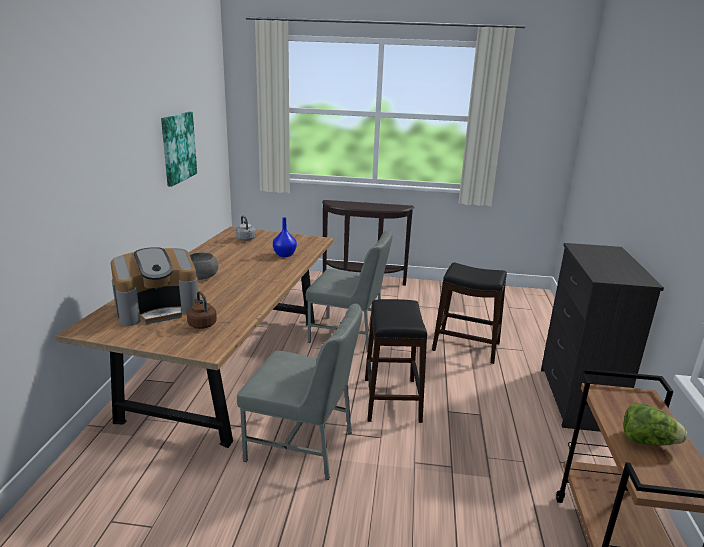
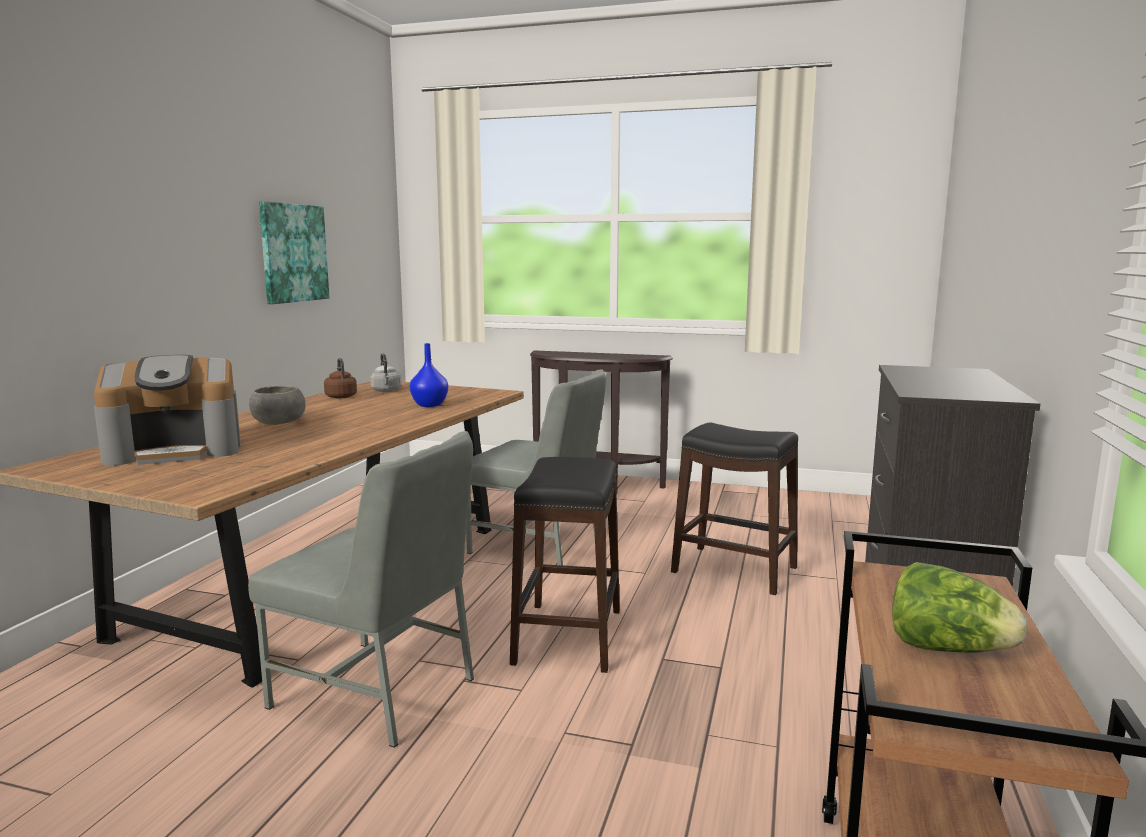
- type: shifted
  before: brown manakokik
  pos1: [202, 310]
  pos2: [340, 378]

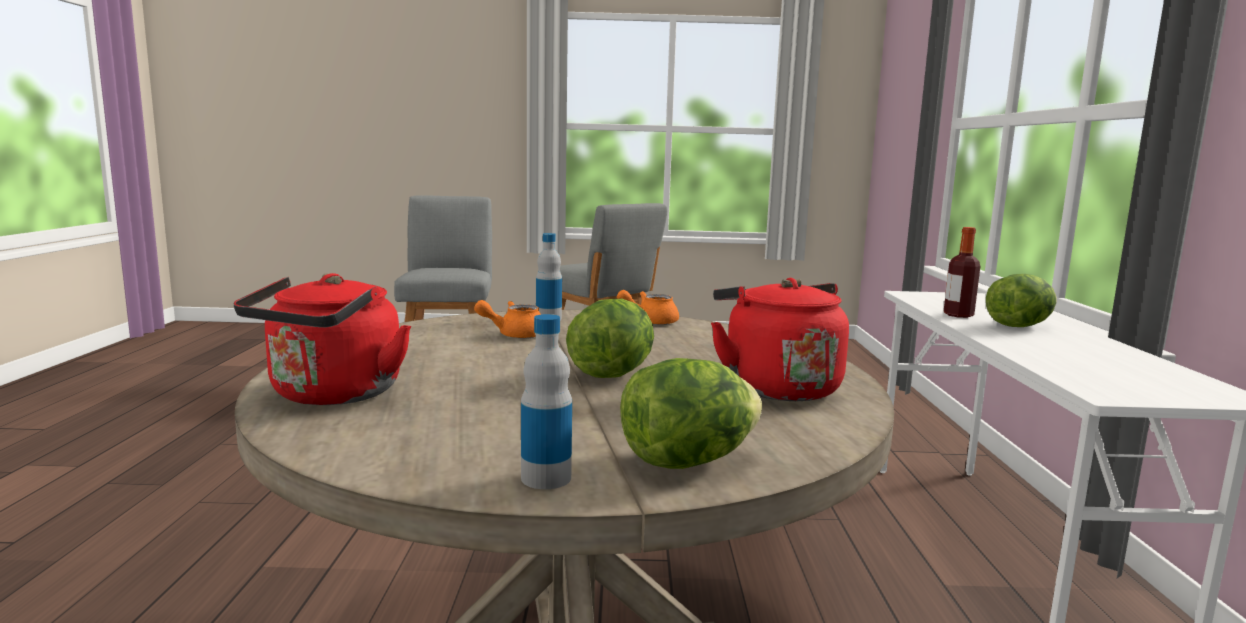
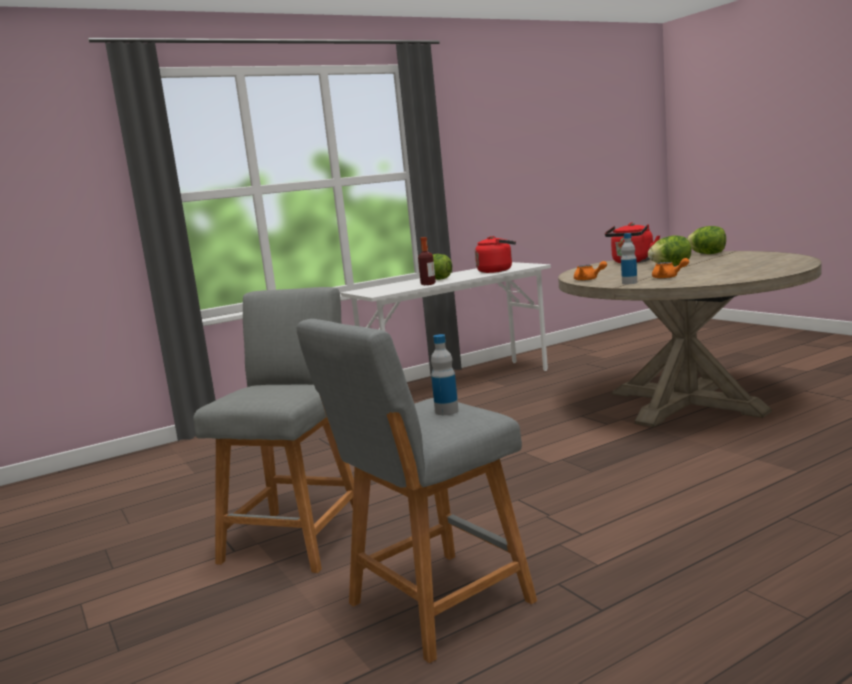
- type: shifted
  before: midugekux
  pos1: [546, 401]
  pos2: [445, 374]
- type: shifted
  before: red manakokik
  pos1: [322, 339]
  pos2: [495, 254]

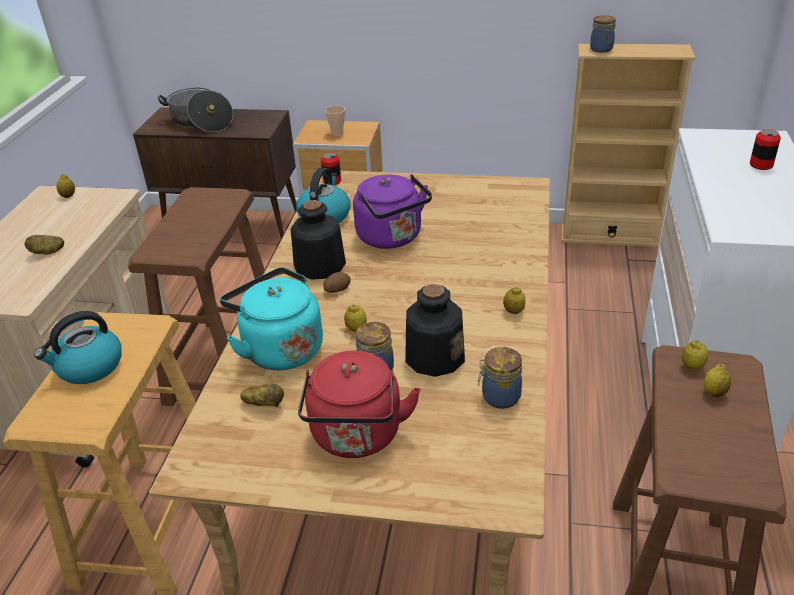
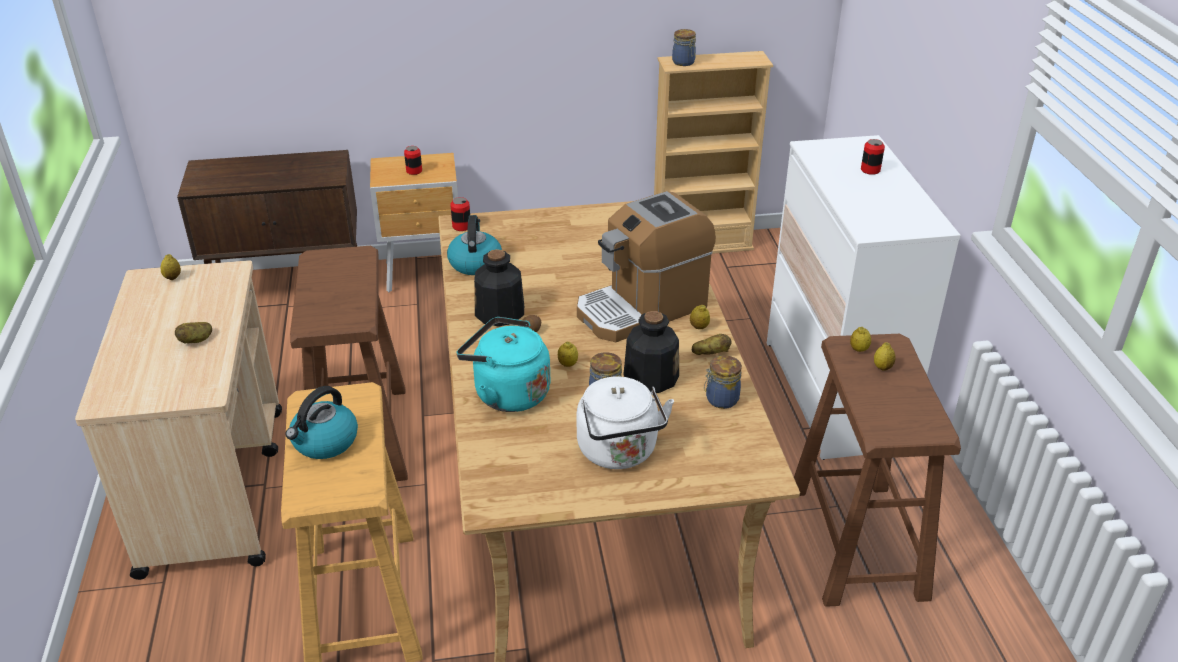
- type: swapped
  before: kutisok
  after: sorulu
  pos1: [335, 121]
  pos2: [413, 160]
- type: new
  after: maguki
  pos2: [646, 266]
- type: repainted
  before: red manakokik
  after: white manakokik
  pos1: [359, 404]
  pos2: [625, 422]
- type: shifted
  before: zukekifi
  pos1: [262, 395]
  pos2: [712, 344]
- type: gone
  before: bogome
  pos1: [195, 110]
- type: gone
  before: purple manakokik
  pos1: [392, 211]

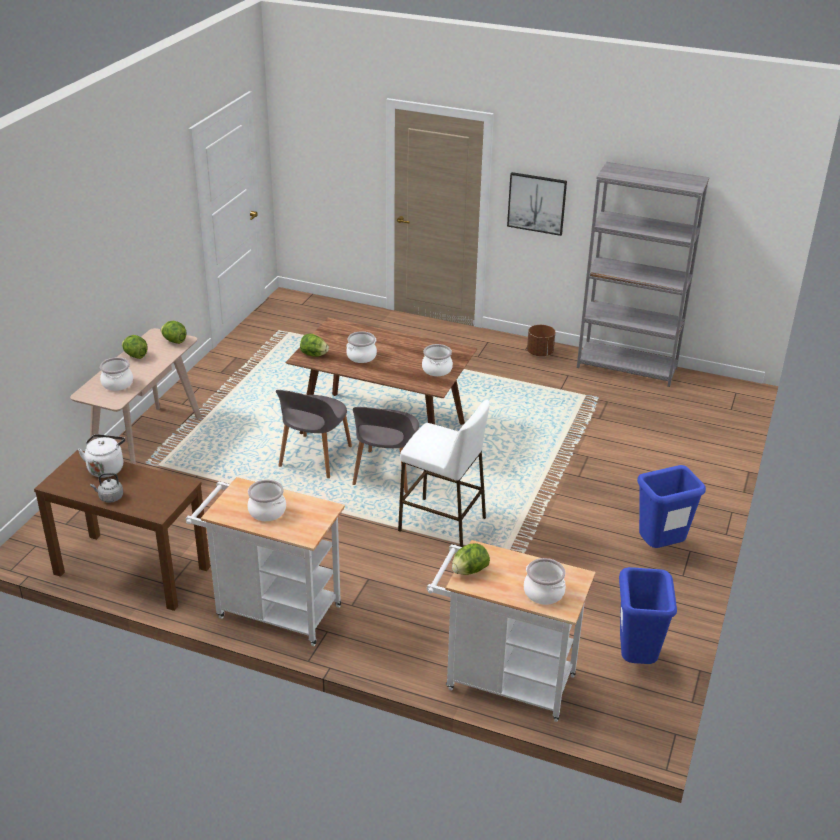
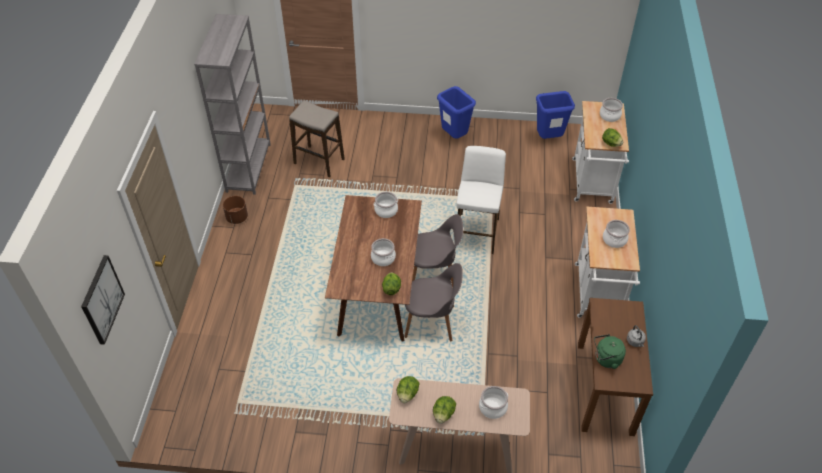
- type: shifted
  before: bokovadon
  pos1: [537, 204]
  pos2: [103, 300]
- type: new
  after: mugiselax
  pos2: [317, 139]
- type: repainted
  before: white manakokik
  after: green manakokik
  pos1: [101, 456]
  pos2: [610, 351]

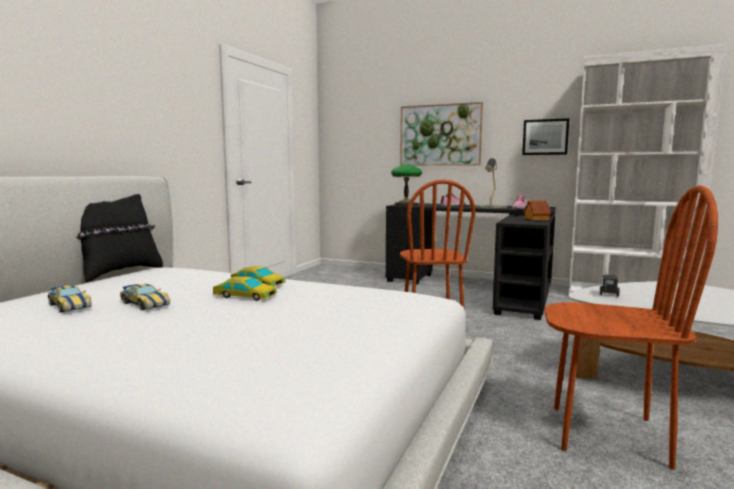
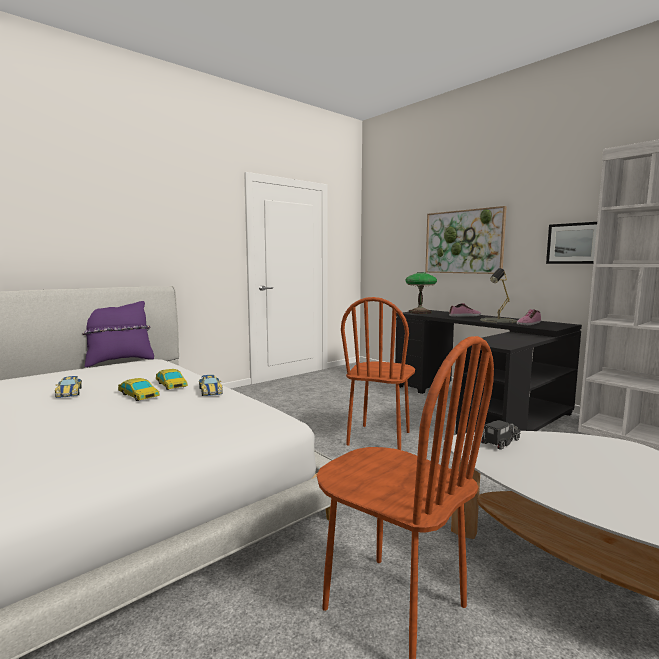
- type: repainted
  before: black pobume
  after: purple pobume
  pos1: [119, 238]
  pos2: [118, 334]
- type: shifted
  before: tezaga
  pos1: [70, 299]
  pos2: [211, 385]
- type: gone
  before: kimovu
  pos1: [537, 210]

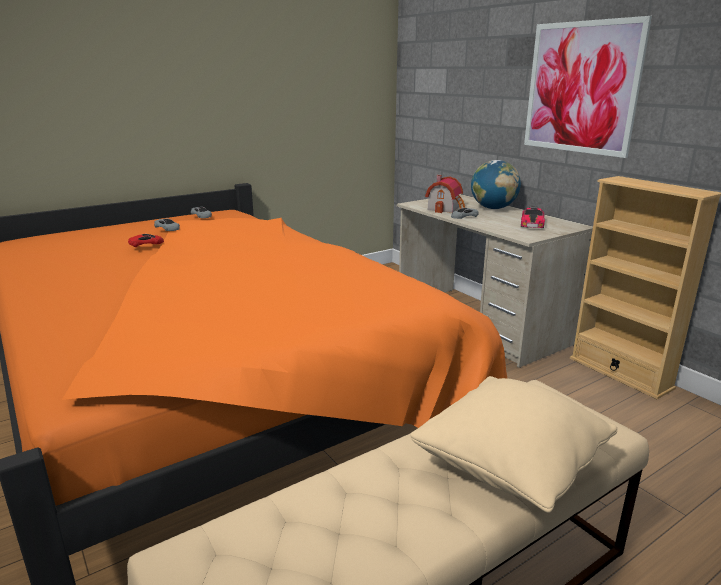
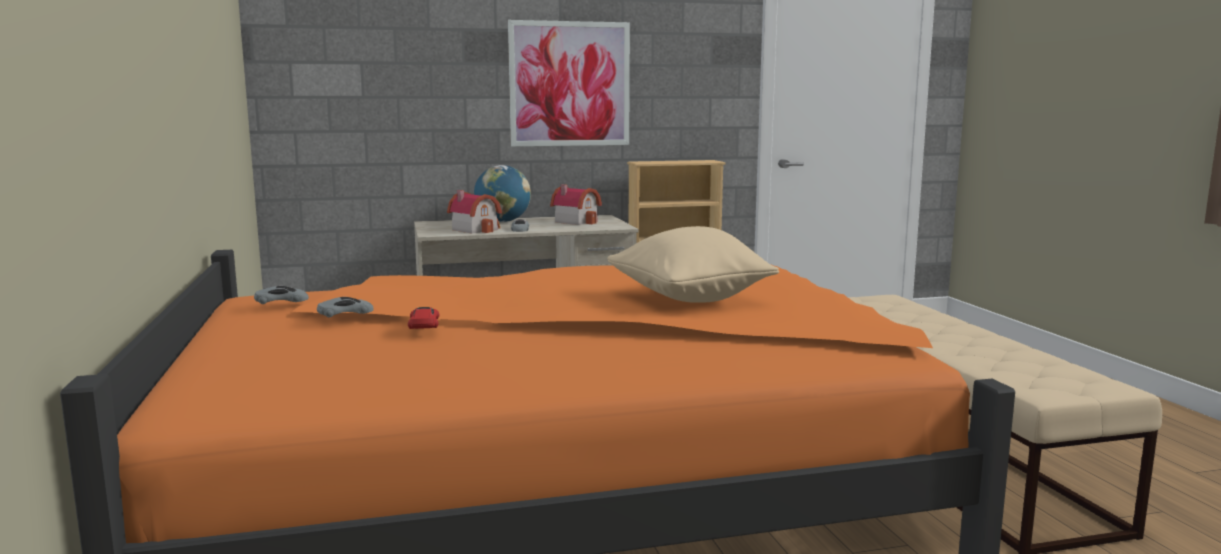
- type: swapped
  before: tezaga
  after: kimovu
  pos1: [533, 217]
  pos2: [576, 204]
- type: shifted
  before: beige pobume
  pos1: [513, 444]
  pos2: [693, 264]

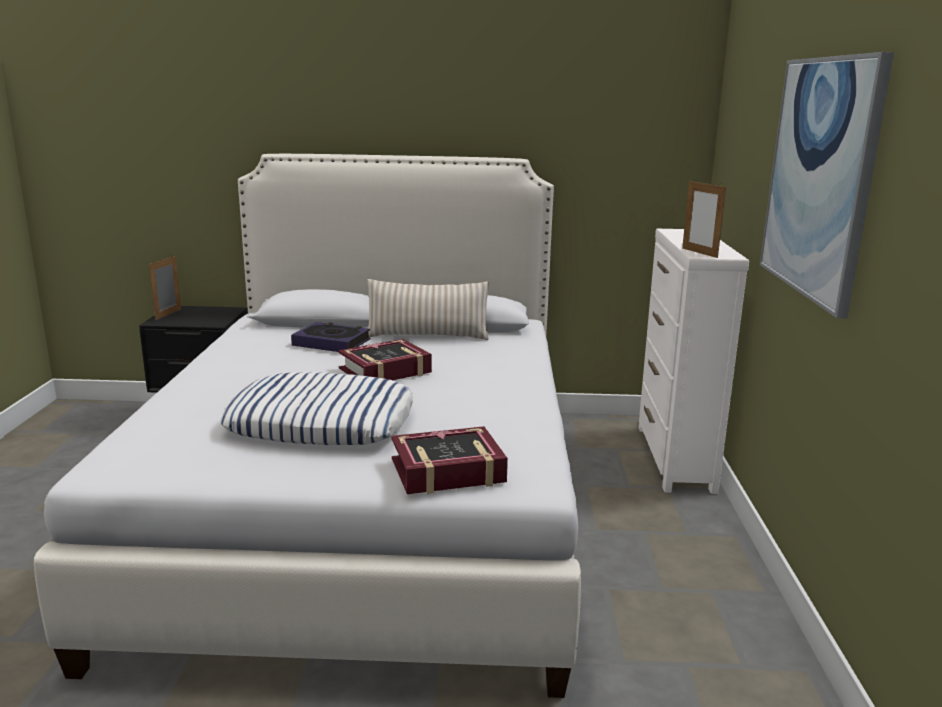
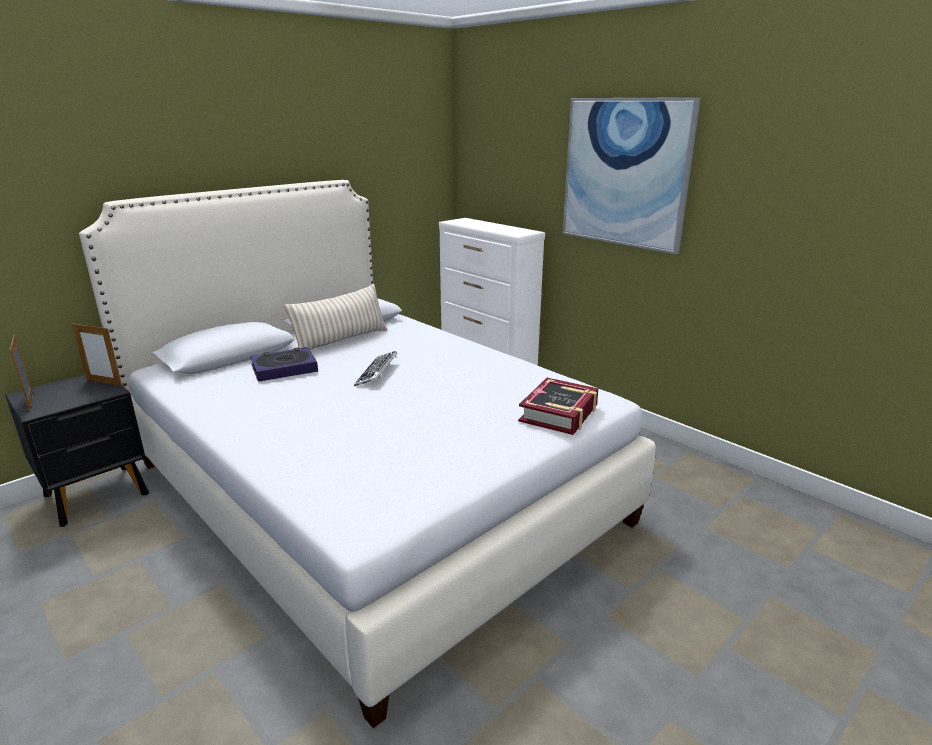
- type: shifted
  before: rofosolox
  pos1: [704, 218]
  pos2: [97, 354]
- type: swapped
  before: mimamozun
  after: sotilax
  pos1: [385, 359]
  pos2: [375, 368]
- type: gone
  before: pobume
  pos1: [316, 408]

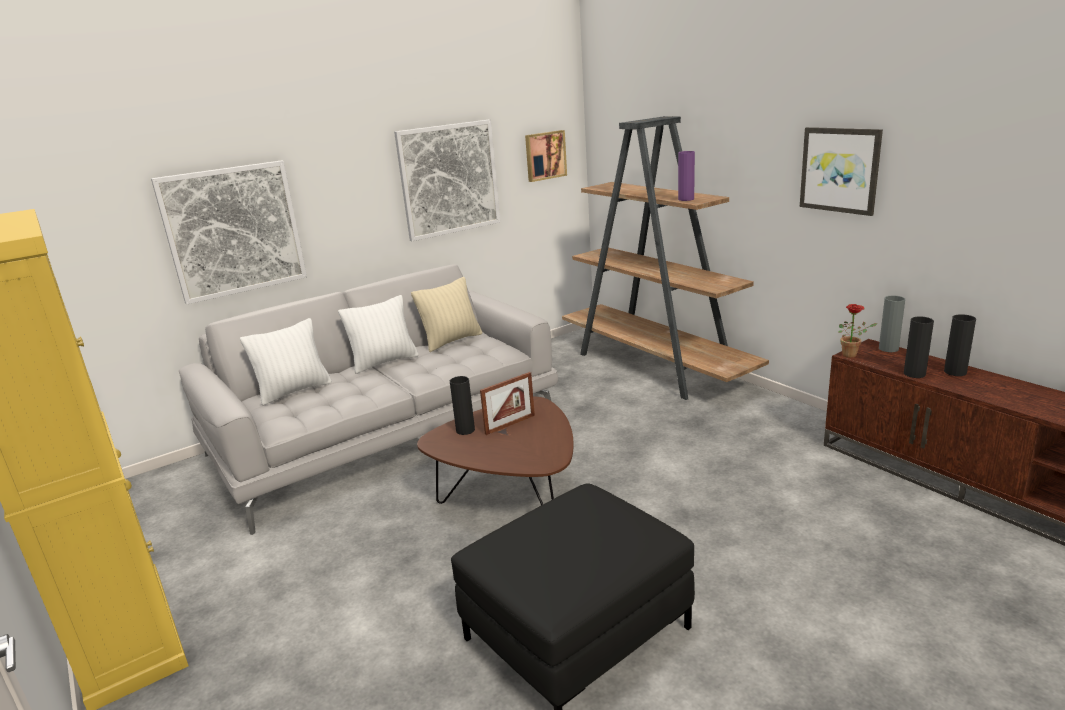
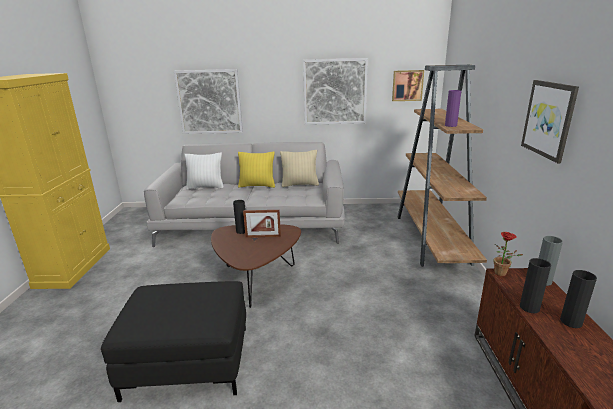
- type: repainted
  before: white pobume
  after: yellow pobume
  pos1: [378, 334]
  pos2: [256, 170]

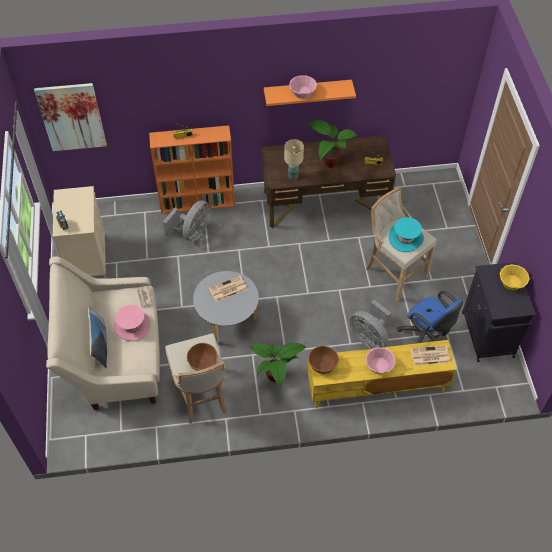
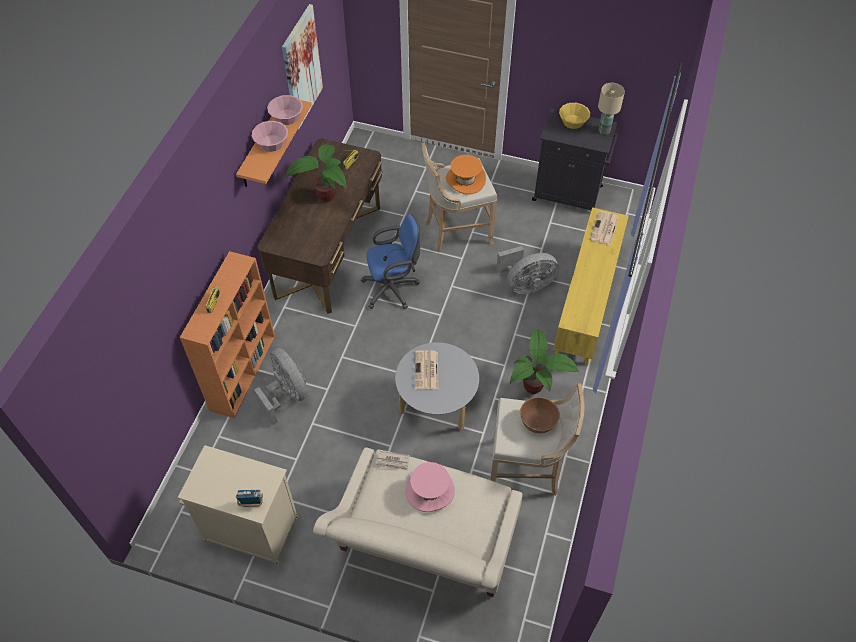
- type: shifted
  before: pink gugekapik
  pos1: [381, 360]
  pos2: [285, 110]
- type: shifted
  before: bokovadon
  pos1: [70, 117]
  pos2: [302, 67]
- type: shifted
  before: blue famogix
  pos1: [430, 317]
  pos2: [390, 262]
- type: repainted
  before: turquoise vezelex
  after: orange vezelex
  pos1: [406, 234]
  pos2: [466, 174]
- type: shifted
  before: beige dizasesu
  pos1: [294, 159]
  pos2: [611, 109]
- type: gone
  before: pobume
  pos1: [97, 337]
- type: gone
  before: brown gugekapik
  pos1: [323, 360]

